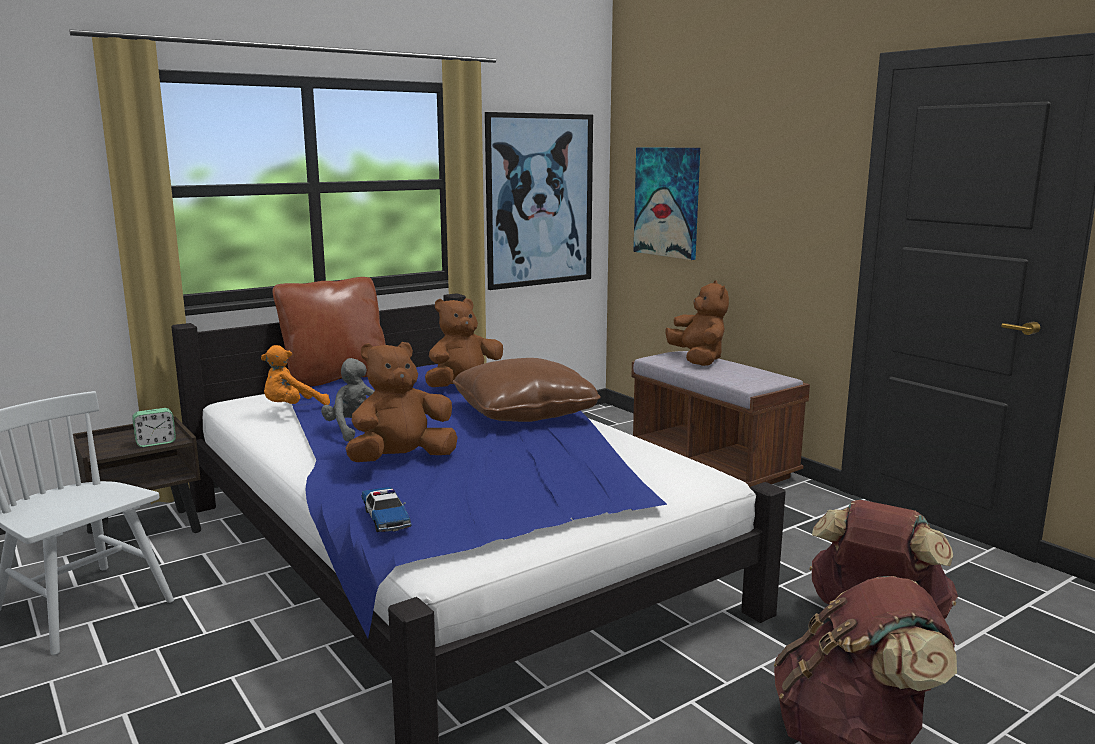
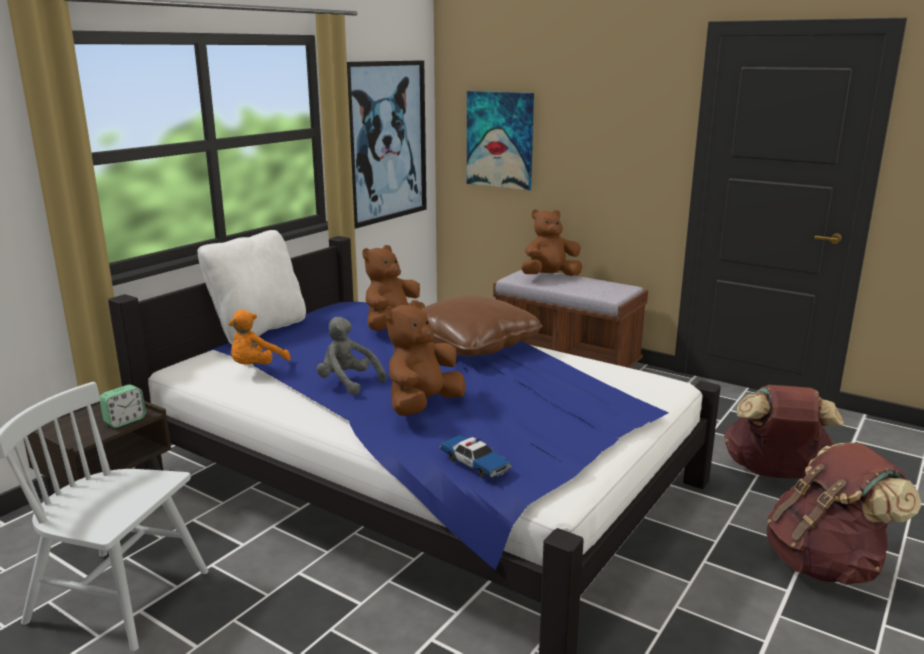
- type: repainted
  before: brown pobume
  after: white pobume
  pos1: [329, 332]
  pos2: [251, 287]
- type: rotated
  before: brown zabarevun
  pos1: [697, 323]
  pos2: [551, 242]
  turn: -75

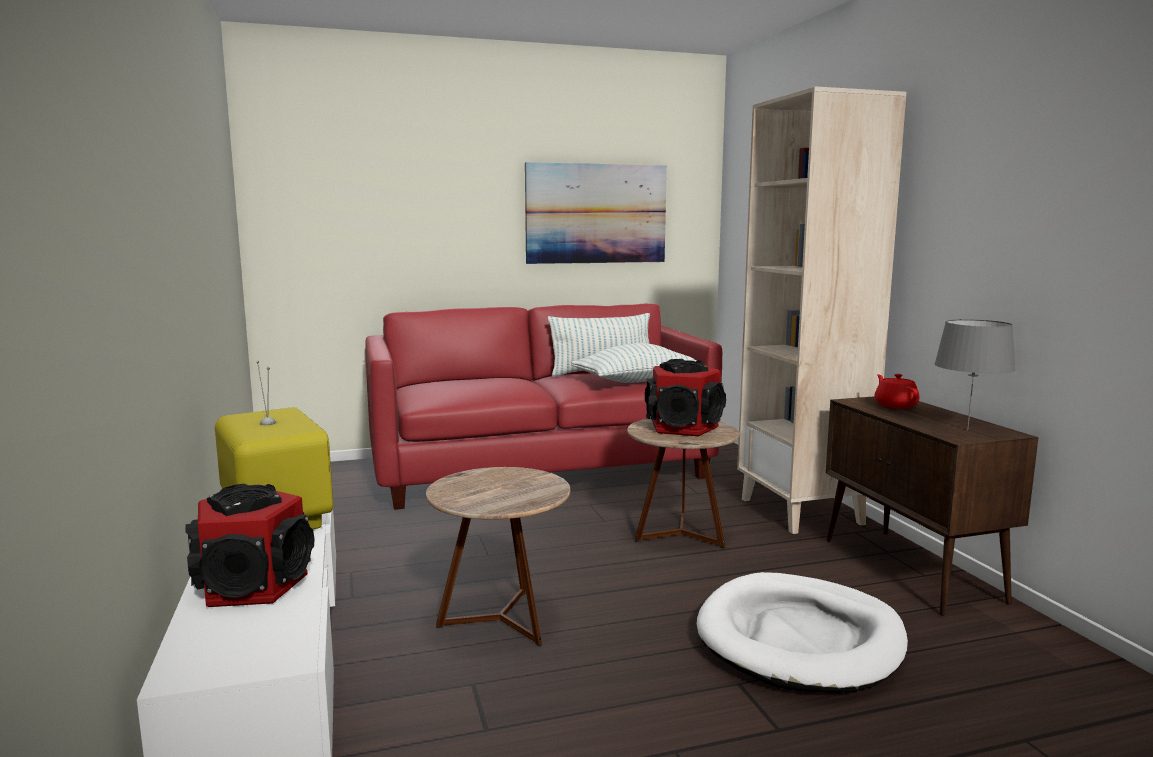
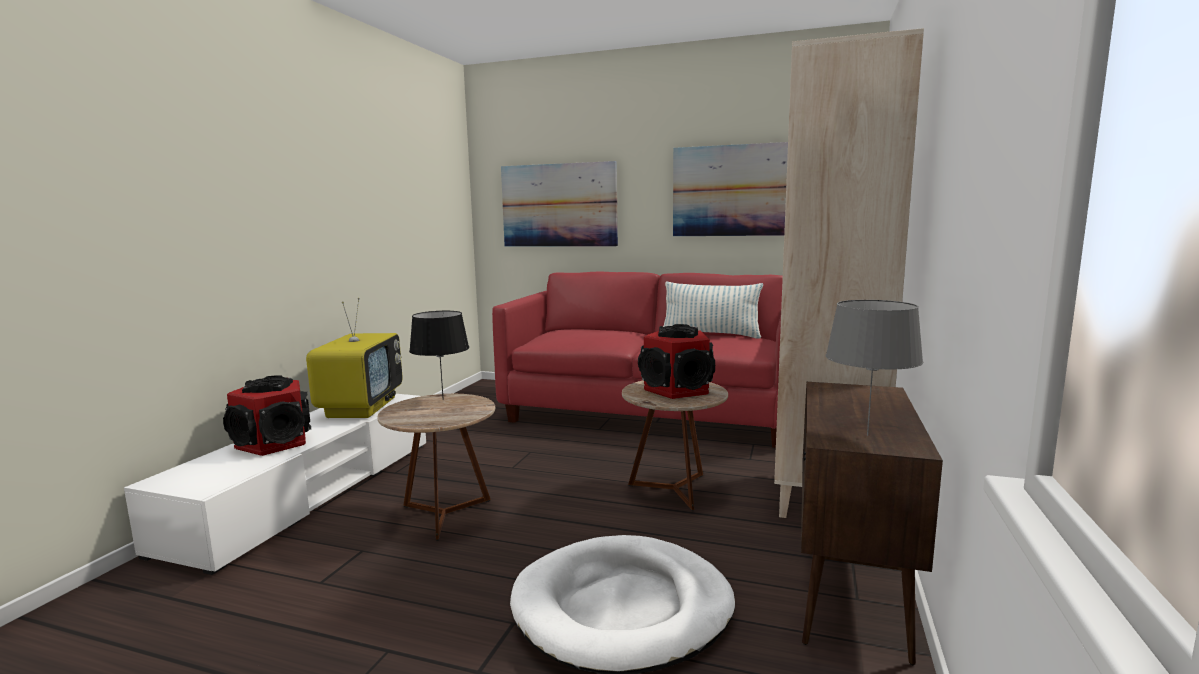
- type: new
  after: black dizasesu
  pos2: [439, 355]
- type: new
  after: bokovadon
  pos2: [559, 203]
- type: gone
  before: pobume
  pos1: [634, 363]
- type: gone
  before: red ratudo
  pos1: [896, 391]

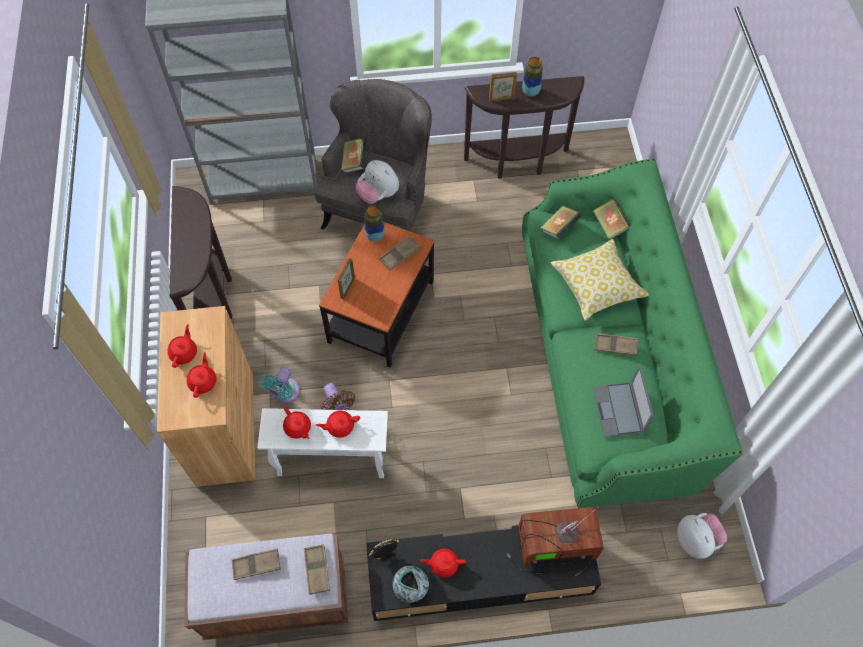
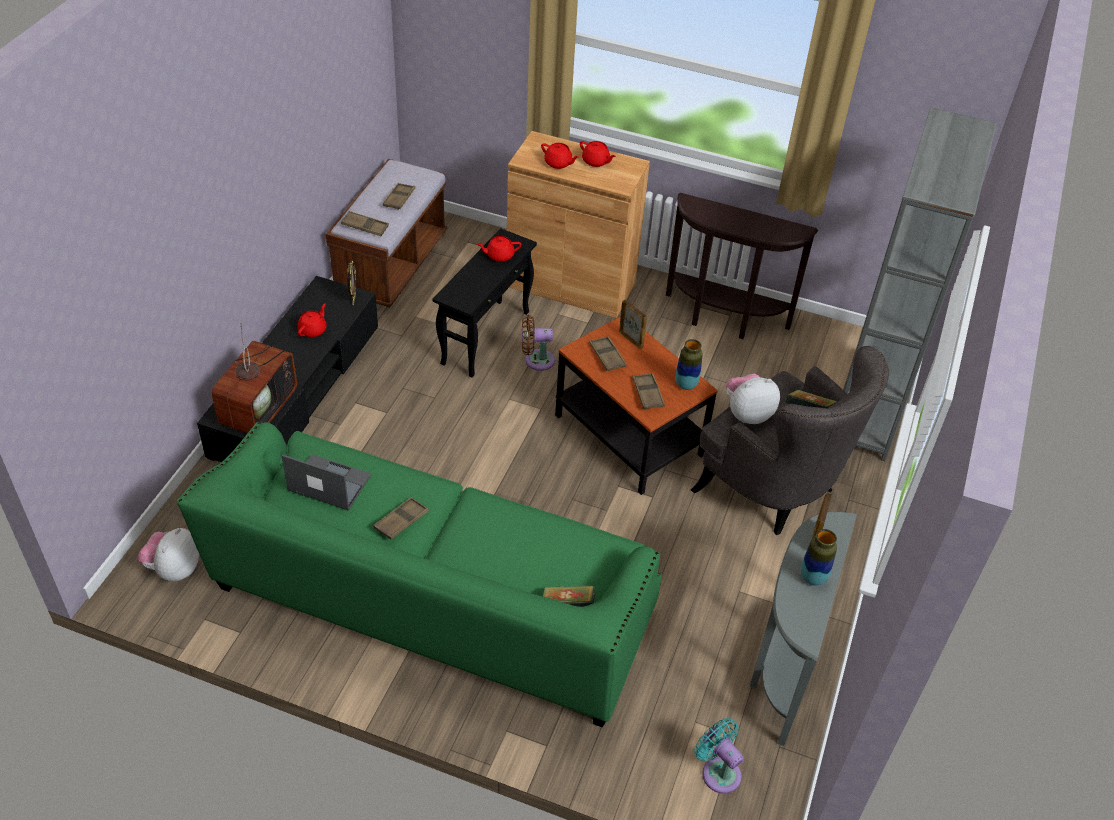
- type: rotated
  before: zabarevun
  pos1: [702, 536]
  pos2: [168, 554]
  turn: 105
- type: repainted
  before: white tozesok
  after: black tozesok
  pos1: [322, 443]
  pos2: [485, 303]
- type: new
  after: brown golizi
  pos2: [607, 353]
- type: shifted
  before: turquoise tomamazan
  pos1: [279, 385]
  pos2: [719, 756]
- type: repainted
  before: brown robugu
  after: grey robugu
  pos1: [524, 127]
  pos2: [803, 629]
- type: gone
  before: red ratudo
  pos1: [338, 424]
- type: gone
  before: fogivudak
  pos1: [411, 584]
- type: gone
  before: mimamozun
  pos1: [561, 223]
- type: gone
  before: pobume
  pos1: [599, 280]

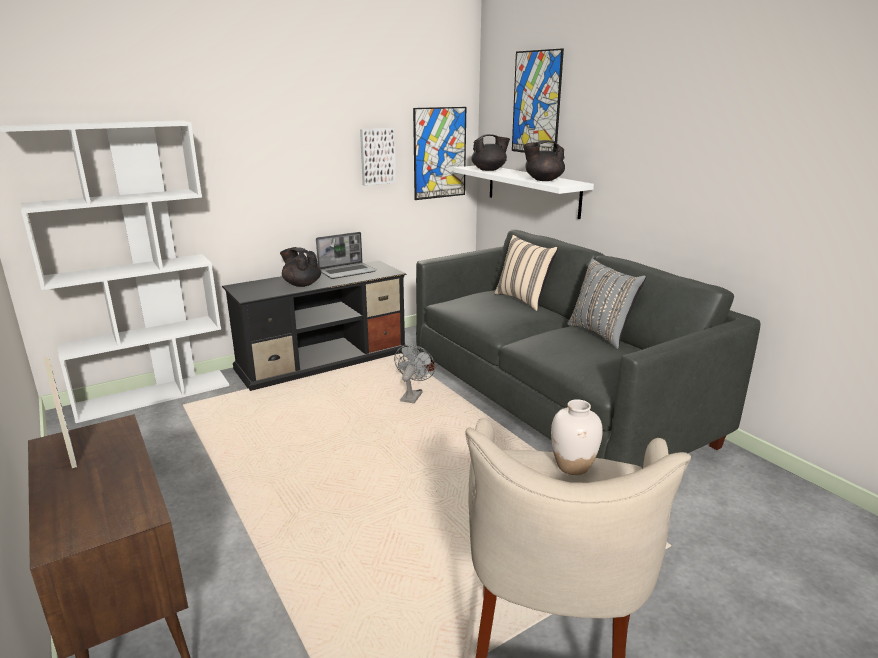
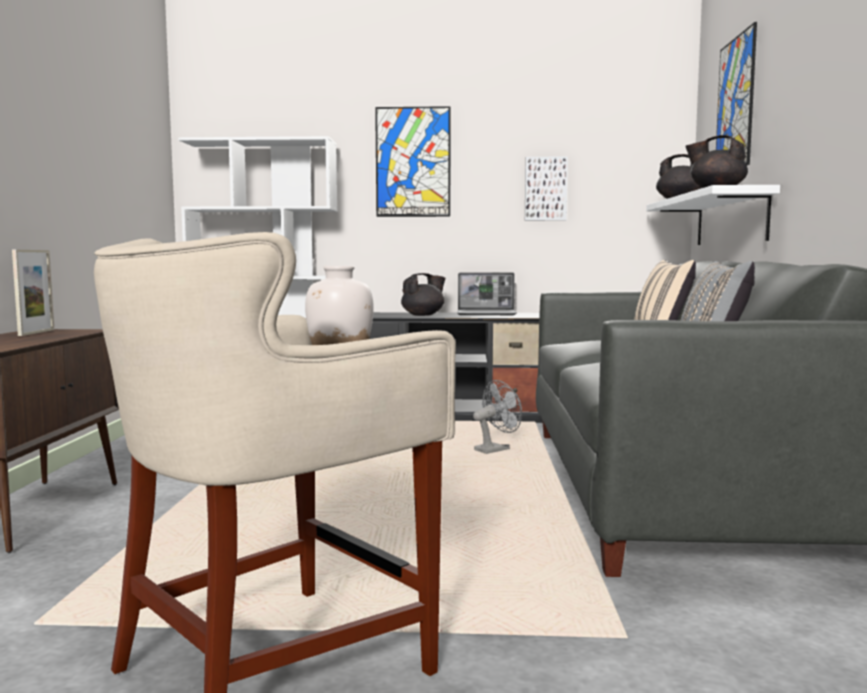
- type: shifted
  before: bokovadon
  pos1: [439, 153]
  pos2: [413, 161]
- type: rotated
  before: black ratudo
  pos1: [300, 267]
  pos2: [423, 294]
  turn: 75

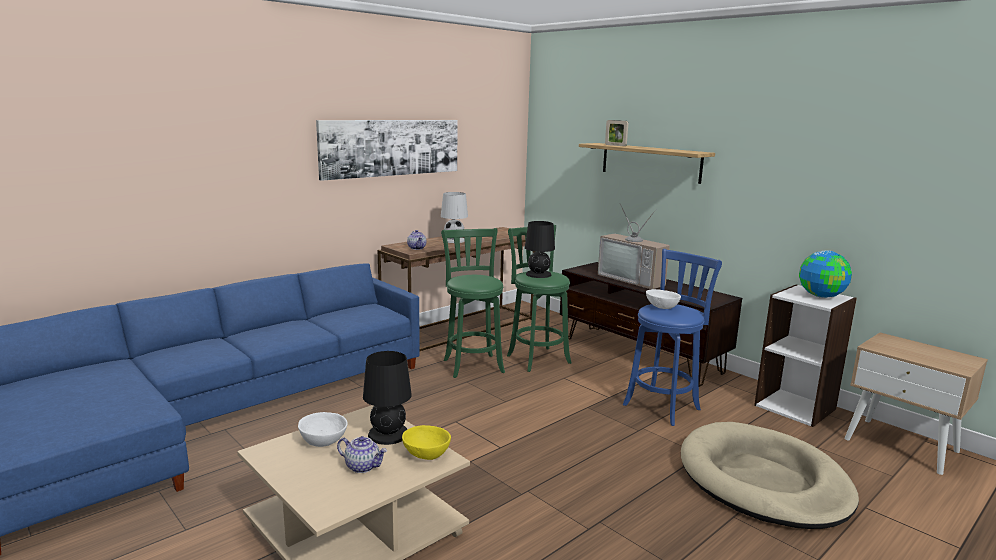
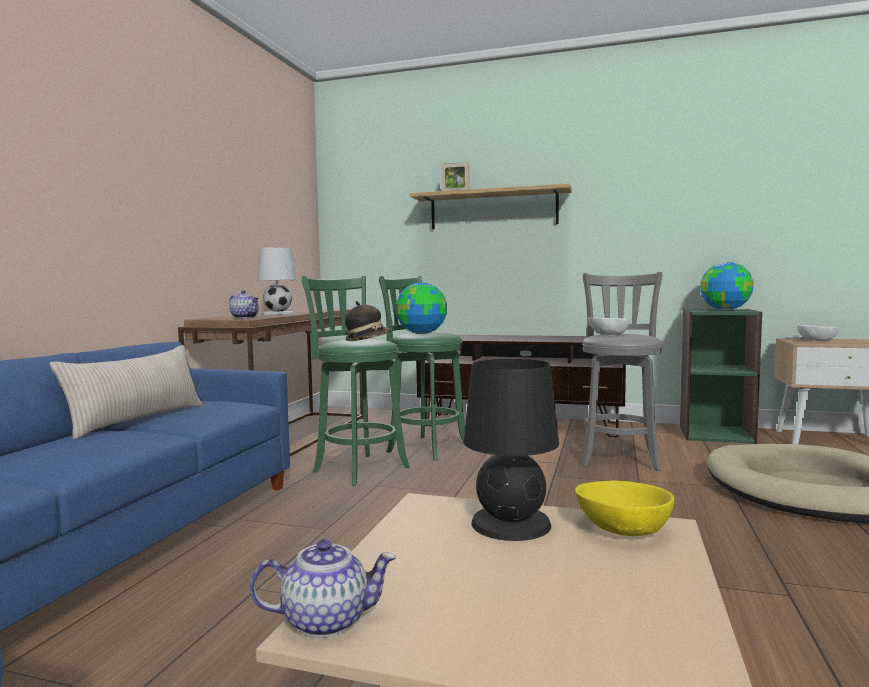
- type: new
  after: beige pobume
  pos2: [126, 392]
- type: shifted
  before: ratudo
  pos1: [362, 454]
  pos2: [323, 588]
- type: new
  after: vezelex
  pos2: [368, 321]
- type: swapped
  before: black dizasesu
  after: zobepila
  pos1: [540, 249]
  pos2: [421, 308]
- type: repainted
  before: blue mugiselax
  after: grey mugiselax
  pos1: [672, 337]
  pos2: [622, 371]
- type: repainted
  before: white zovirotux
  after: green zovirotux
  pos1: [805, 356]
  pos2: [721, 376]
- type: shifted
  before: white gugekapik
  pos1: [323, 429]
  pos2: [818, 333]
- type: gone
  before: bokovadon
  pos1: [387, 150]
- type: gone
  before: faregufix
  pos1: [634, 246]

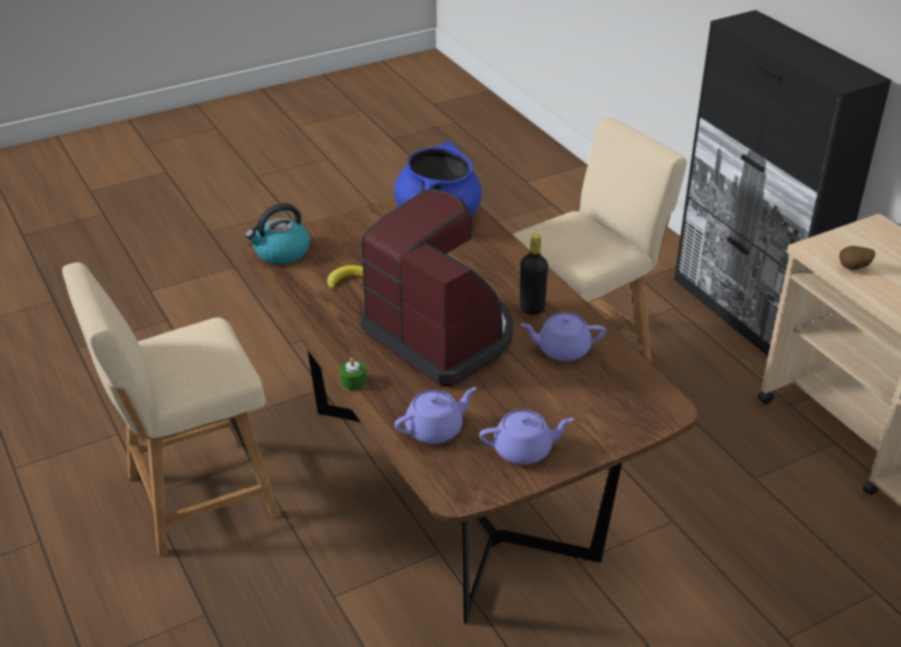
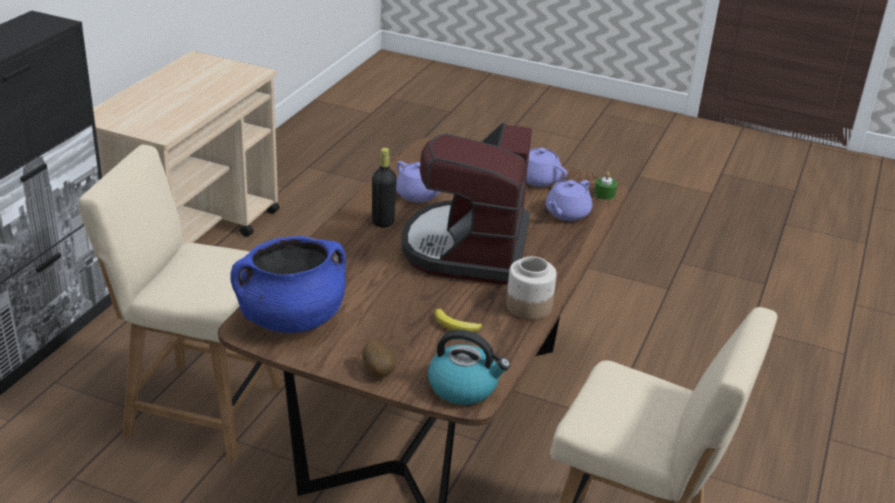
- type: shifted
  before: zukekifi
  pos1: [857, 258]
  pos2: [378, 358]
- type: new
  after: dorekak
  pos2: [531, 288]
- type: rotated
  before: purple ratudo
  pos1: [436, 415]
  pos2: [569, 200]
  turn: -75
- type: shifted
  before: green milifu
  pos1: [353, 373]
  pos2: [605, 186]

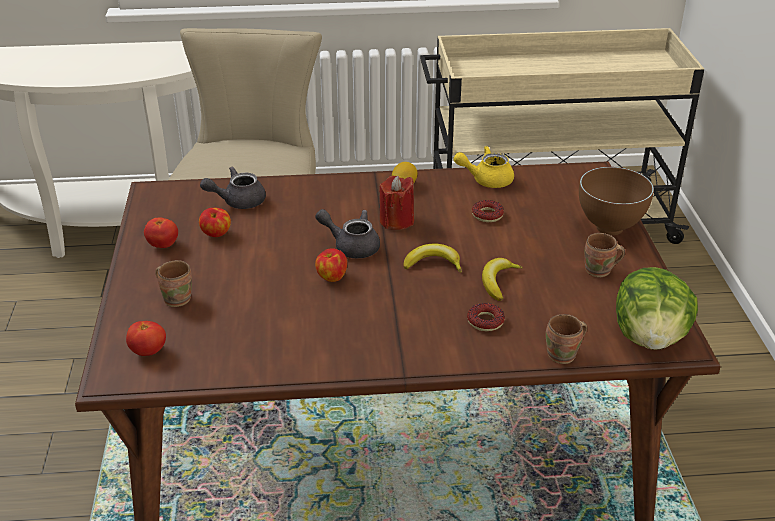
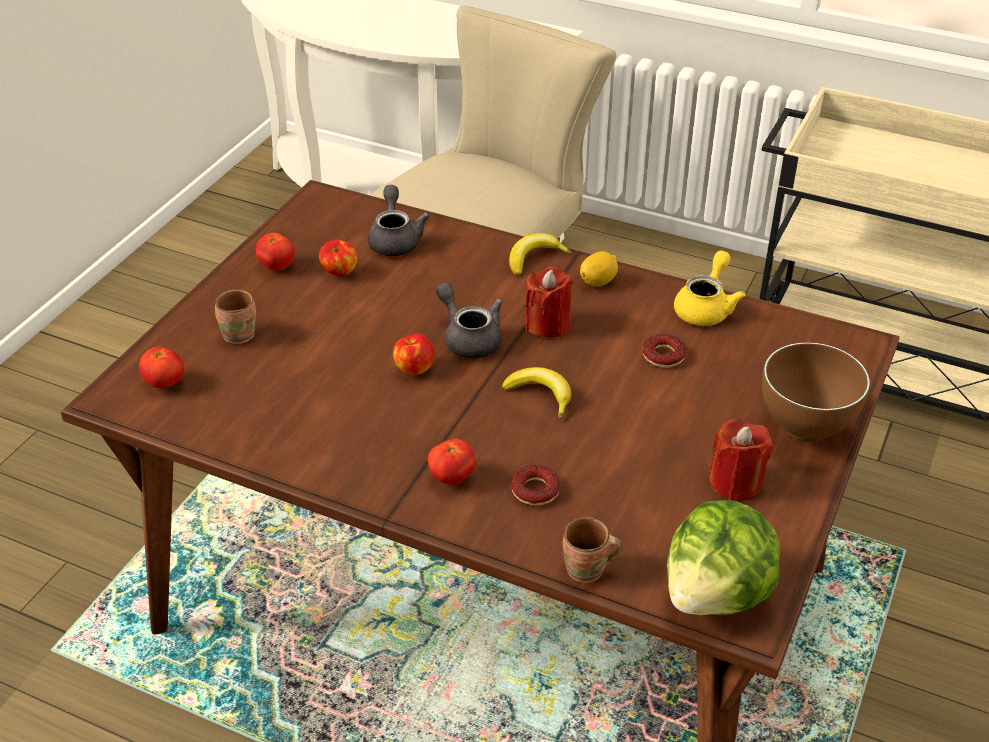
- type: rotated
  before: grey ratudo
  pos1: [233, 187]
  pos2: [399, 220]
  turn: 75
- type: new
  after: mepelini
  pos2: [451, 462]
- type: shifted
  before: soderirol
  pos1: [502, 279]
  pos2: [540, 254]
- type: rotated
  before: yellow ratudo
  pos1: [483, 167]
  pos2: [710, 288]
  turn: 90
- type: swapped
  before: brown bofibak
  after: red milifu
  pos1: [605, 255]
  pos2: [741, 460]

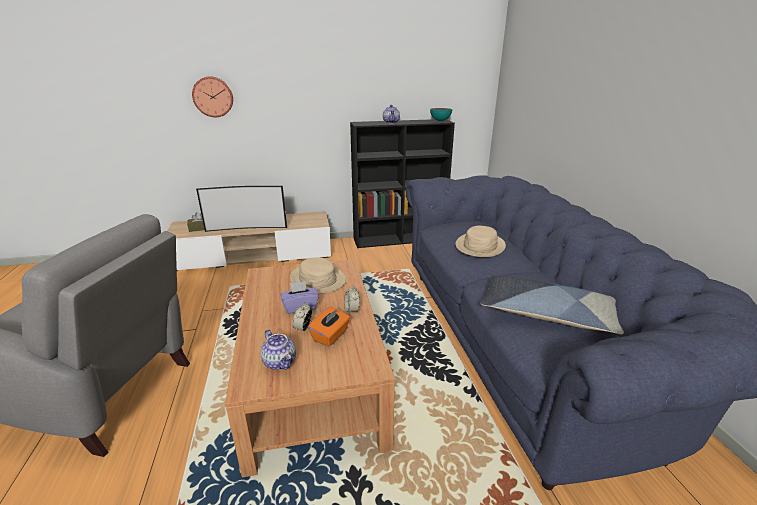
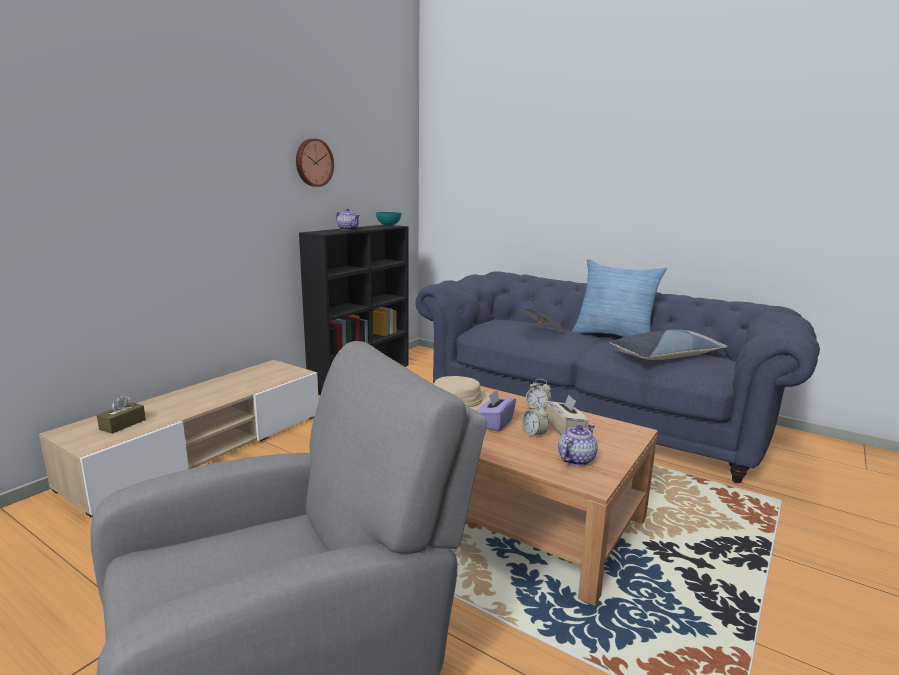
- type: shifted
  before: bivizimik
  pos1: [212, 97]
  pos2: [315, 162]
- type: swapped
  before: beige vezelex
  after: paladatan
  pos1: [481, 241]
  pos2: [541, 319]
- type: repainted
  before: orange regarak
  after: beige regarak
  pos1: [329, 326]
  pos2: [567, 415]
- type: rotated
  before: ratudo
  pos1: [278, 349]
  pos2: [578, 445]
  turn: -60
- type: new
  after: pobume
  pos2: [619, 298]
- type: gone
  before: faregufix
  pos1: [241, 209]

